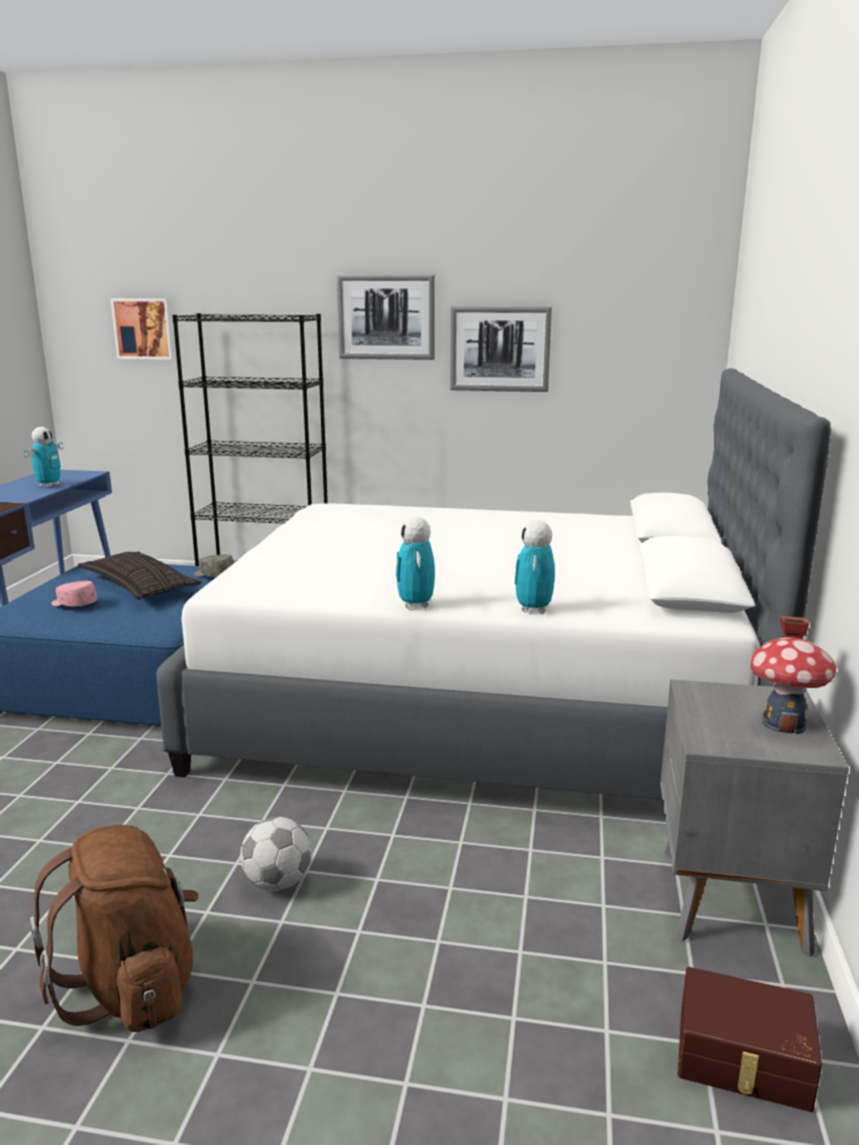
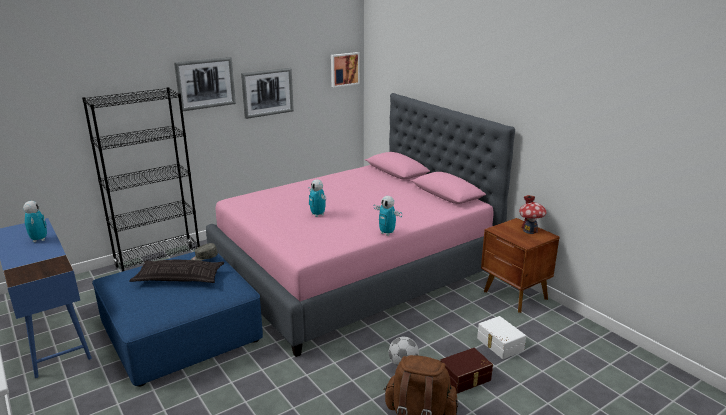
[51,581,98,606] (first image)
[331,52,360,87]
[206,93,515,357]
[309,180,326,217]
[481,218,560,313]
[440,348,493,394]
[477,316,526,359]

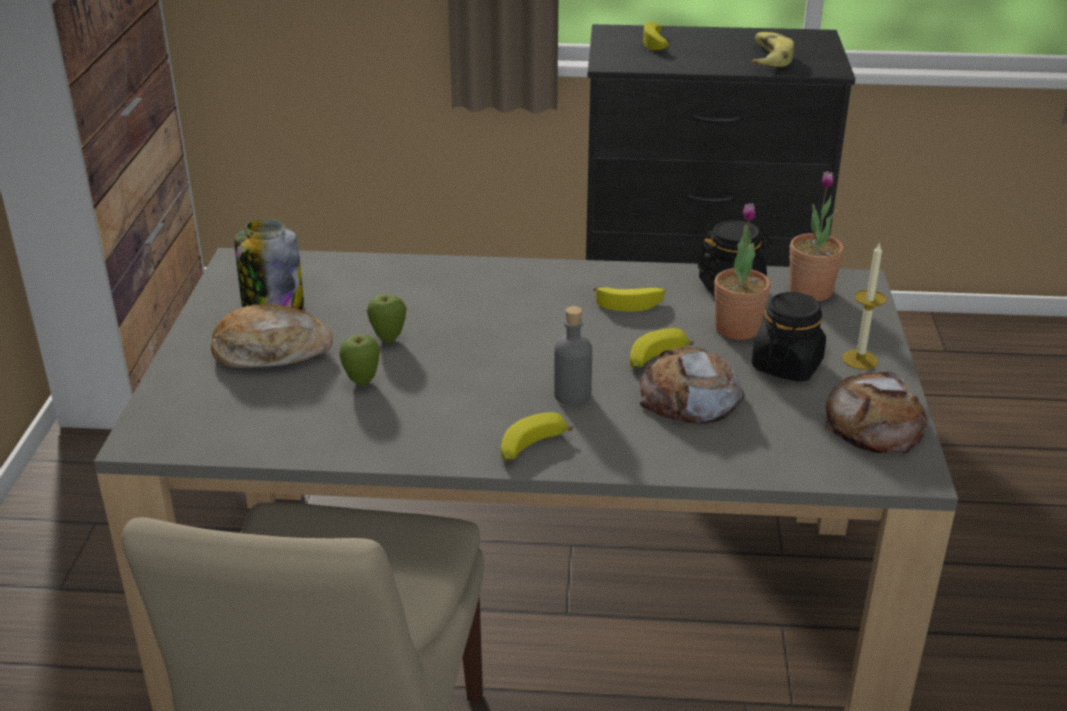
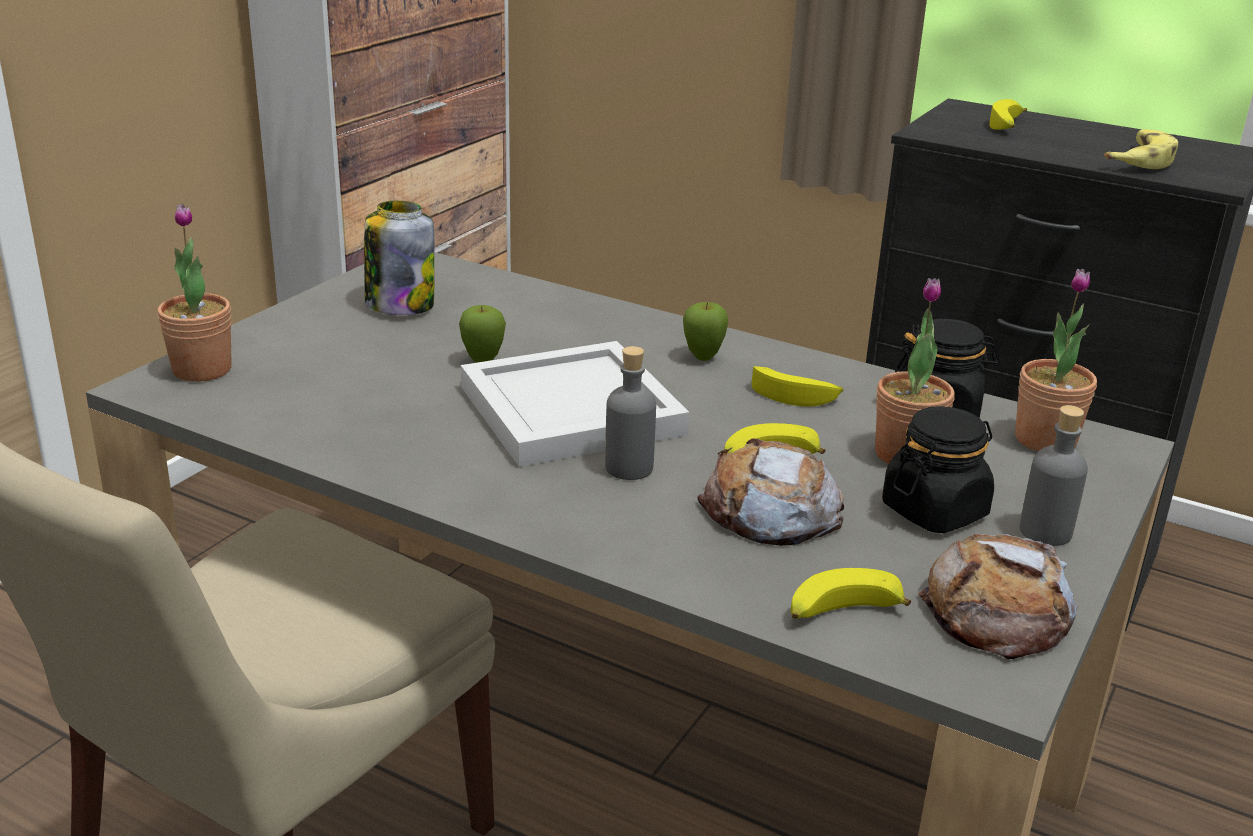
[211,304,333,368] (first image)
[683,302,728,361]
[791,568,911,619]
[1020,405,1088,546]
[157,204,232,382]
[461,341,689,467]

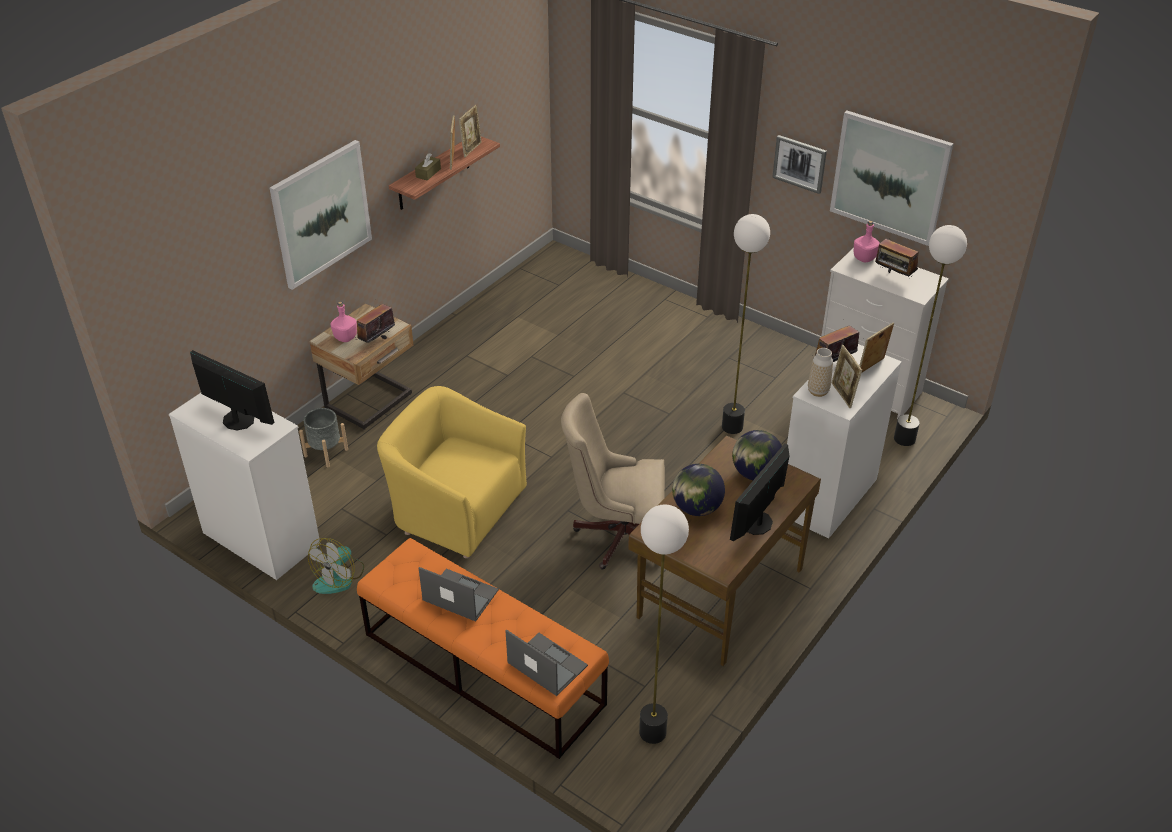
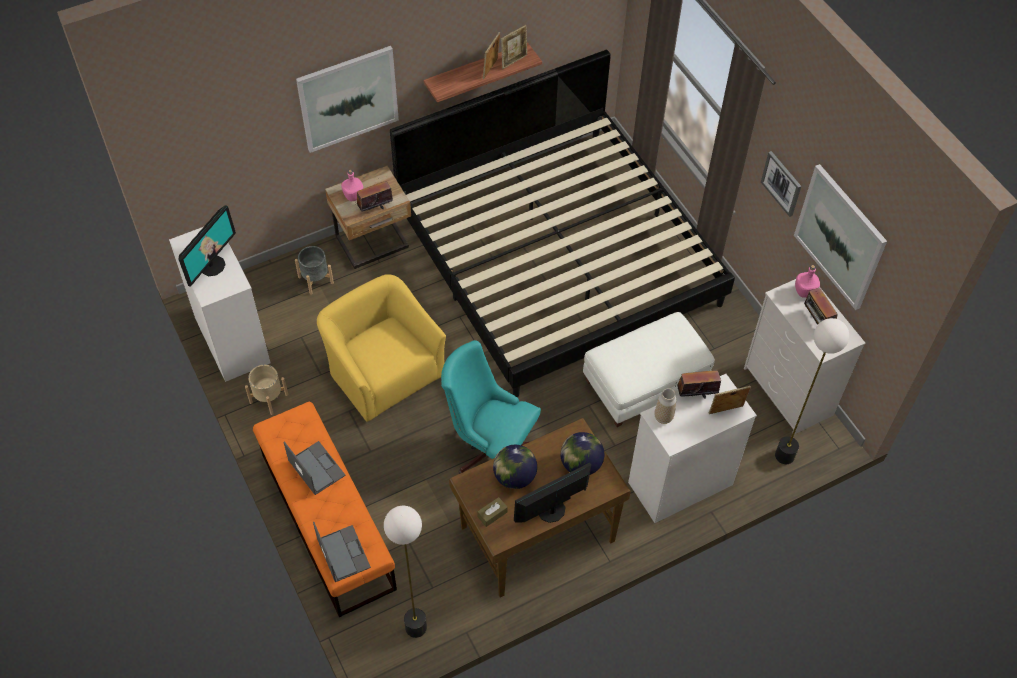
[178,205,236,287]
[245,365,288,415]
[478,497,508,527]
[441,340,541,474]
[583,312,715,427]
[831,345,862,408] (first image)
[390,50,735,397]

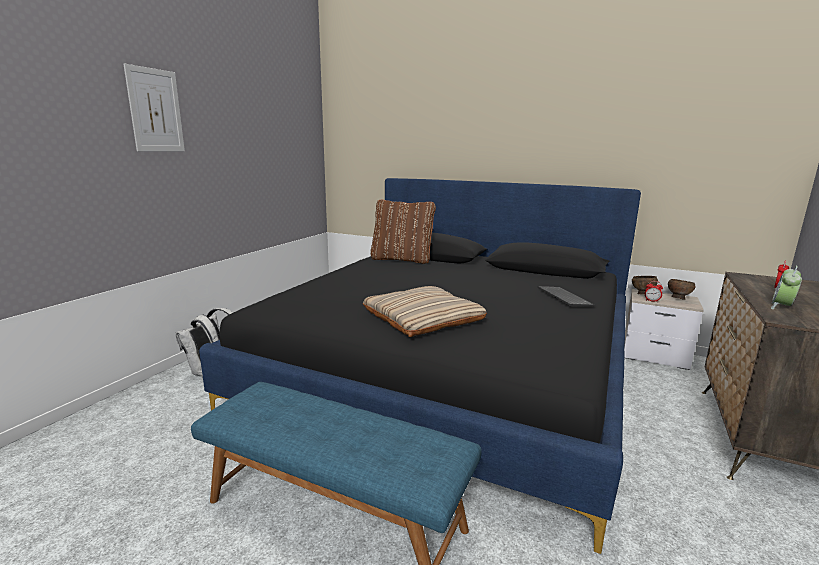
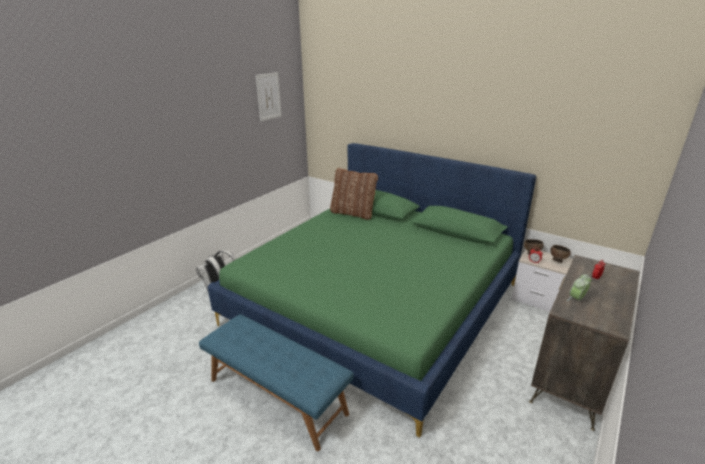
[256,72,282,121]
[208,143,536,438]
[363,286,487,337] (first image)
[537,286,594,307] (first image)

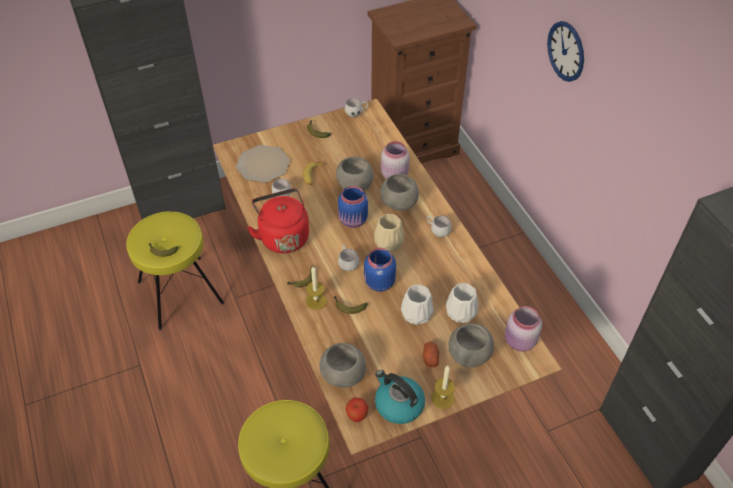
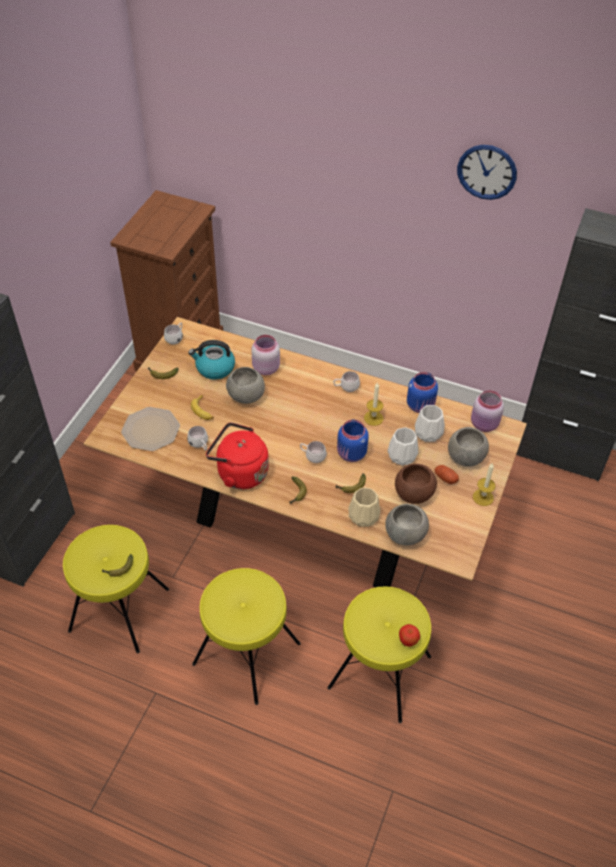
[364,382,384,426]
[407,372,438,413]
[399,624,420,647]
[349,488,380,527]
[188,340,235,380]
[380,174,419,211] (first image)
[457,145,517,200]
[192,568,301,705]
[395,464,437,504]

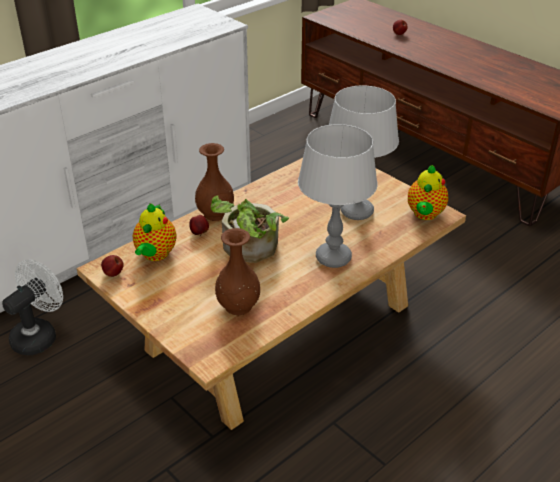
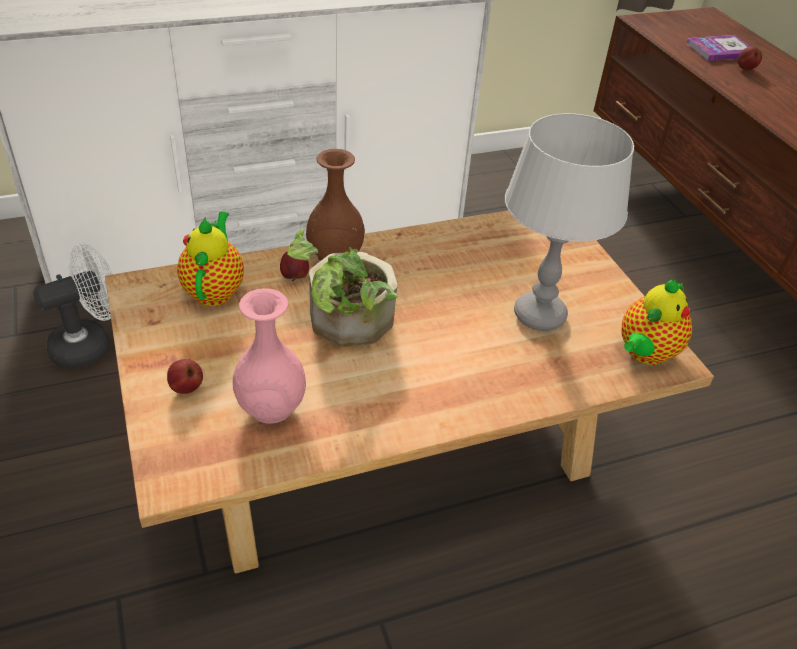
[167,359,203,394]
[177,212,244,306]
[233,288,306,424]
[298,124,378,268] (first image)
[686,35,750,61]

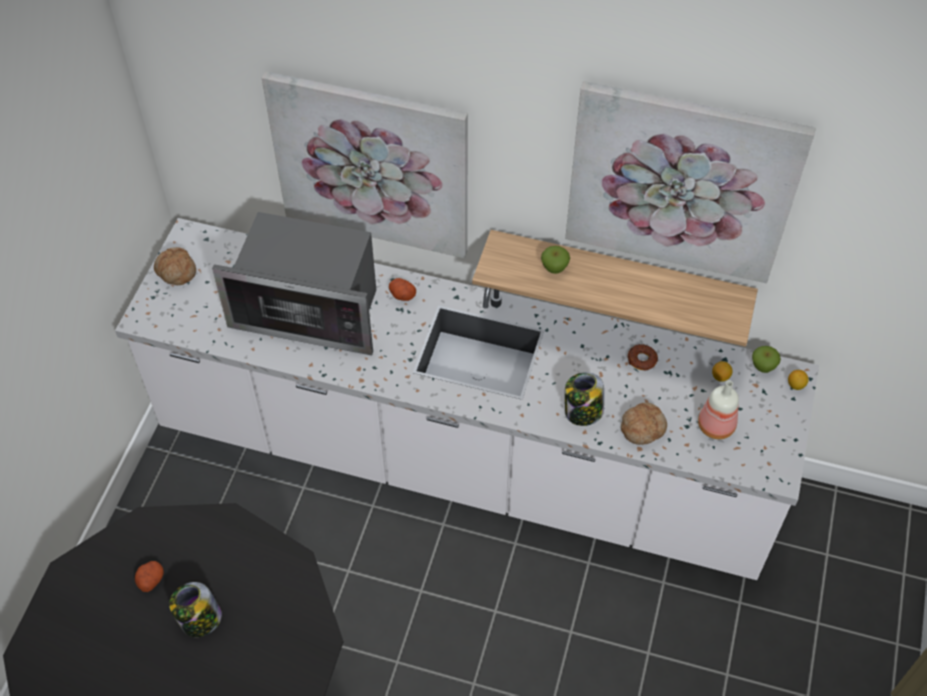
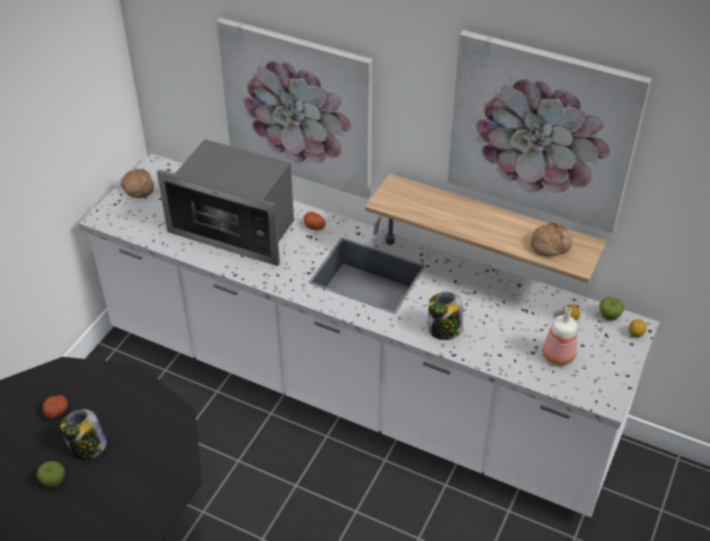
[37,461,65,488]
[531,222,572,257]
[628,344,658,370] (first image)

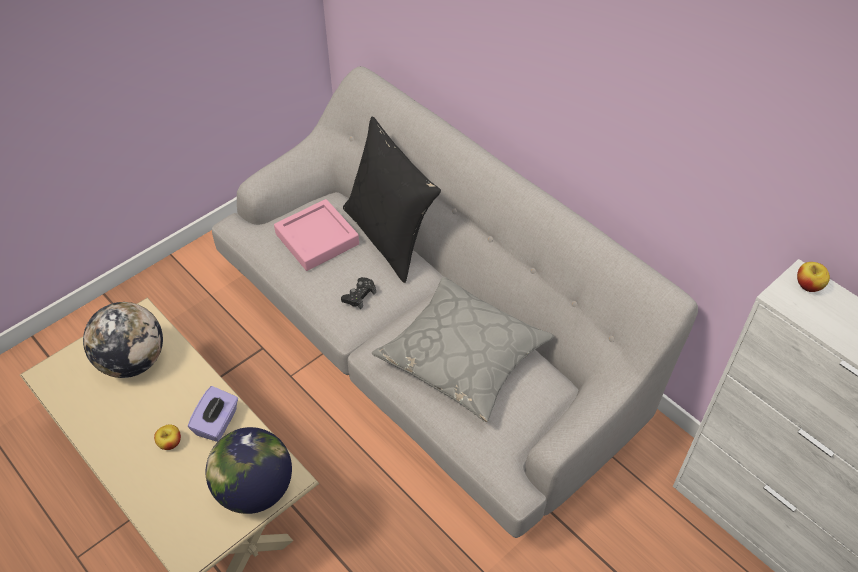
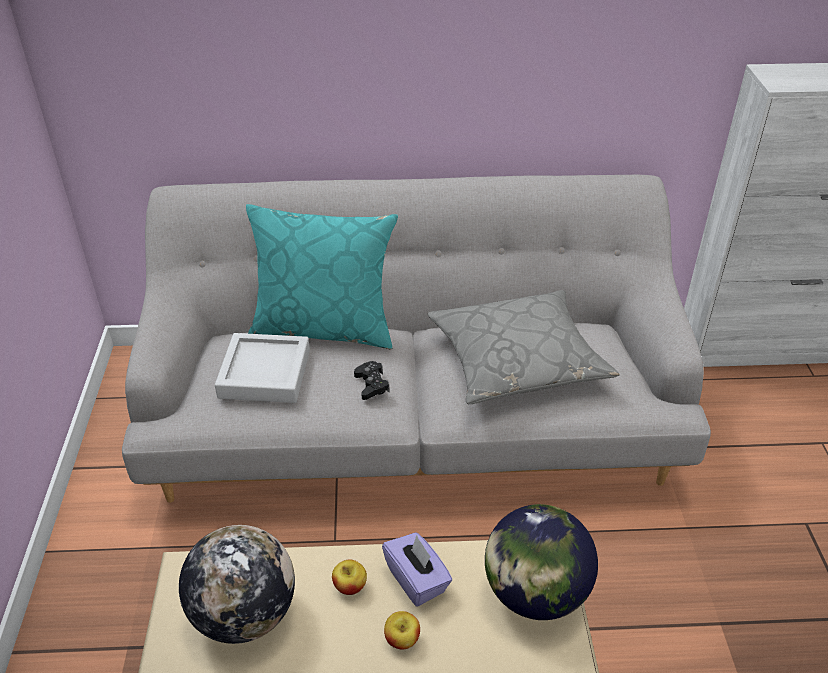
[215,333,310,403]
[246,204,398,349]
[332,560,367,595]

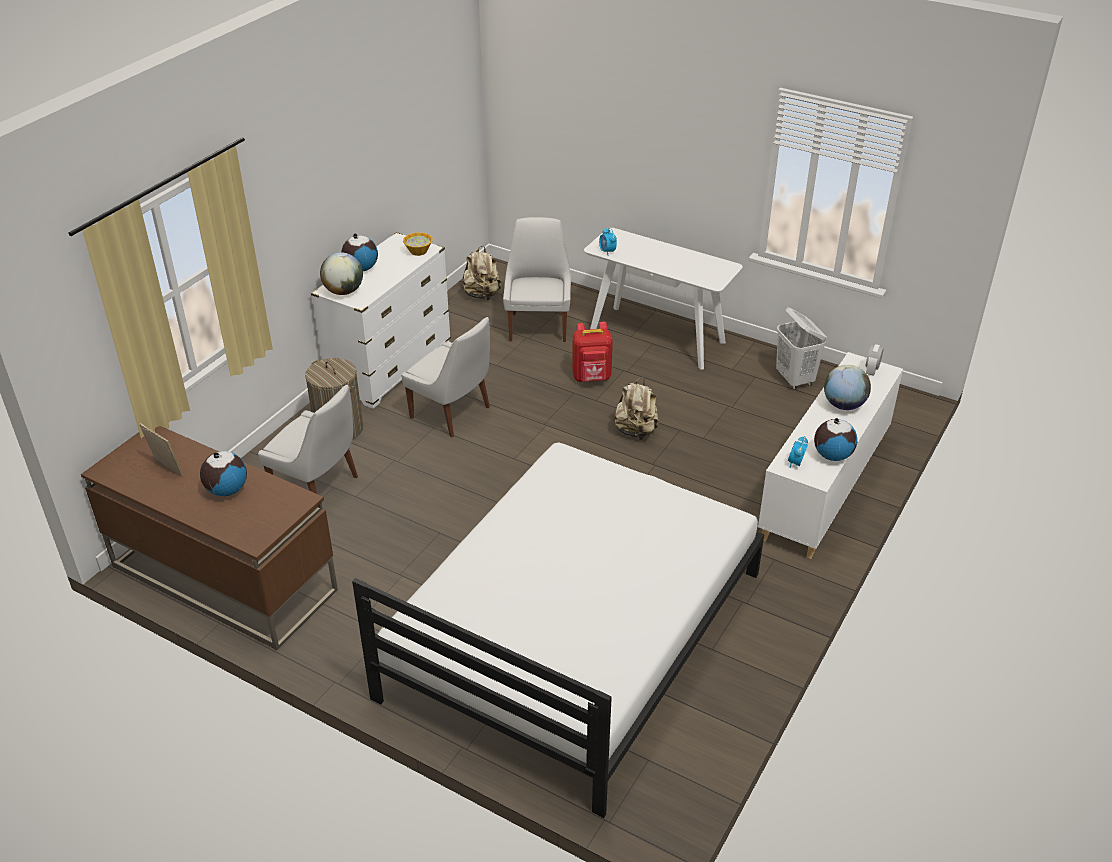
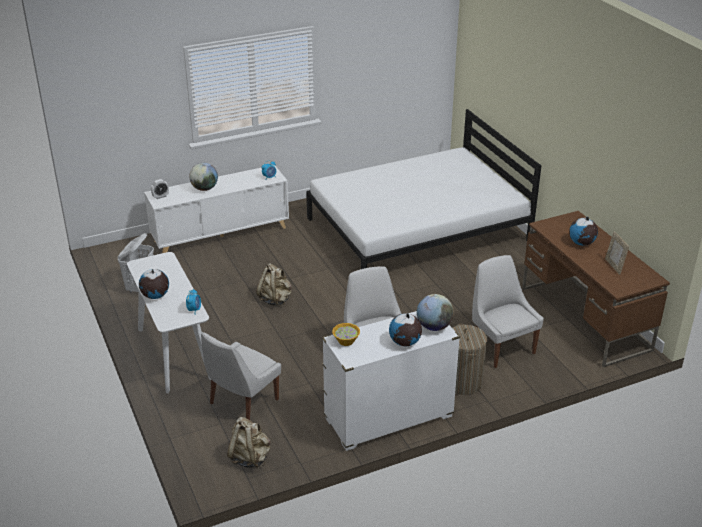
[572,322,613,382] (first image)
[139,269,169,299]

